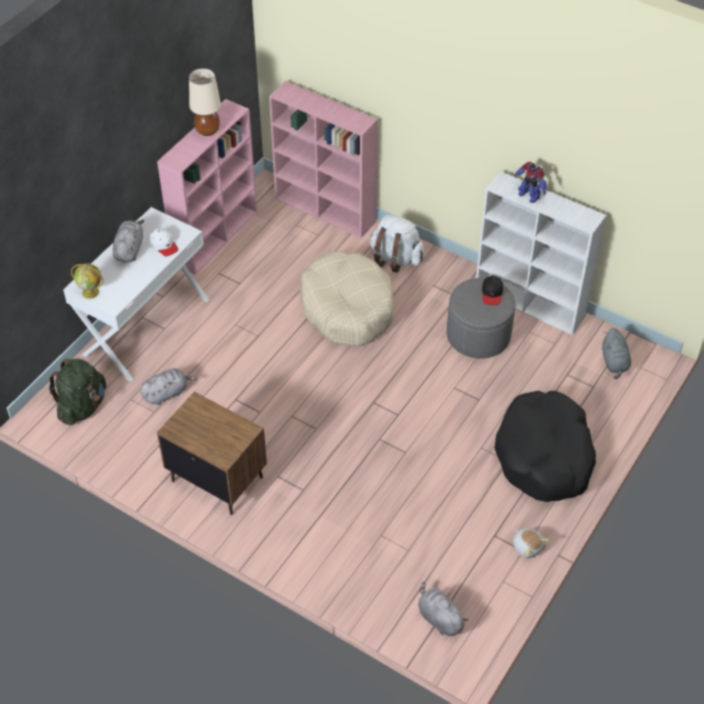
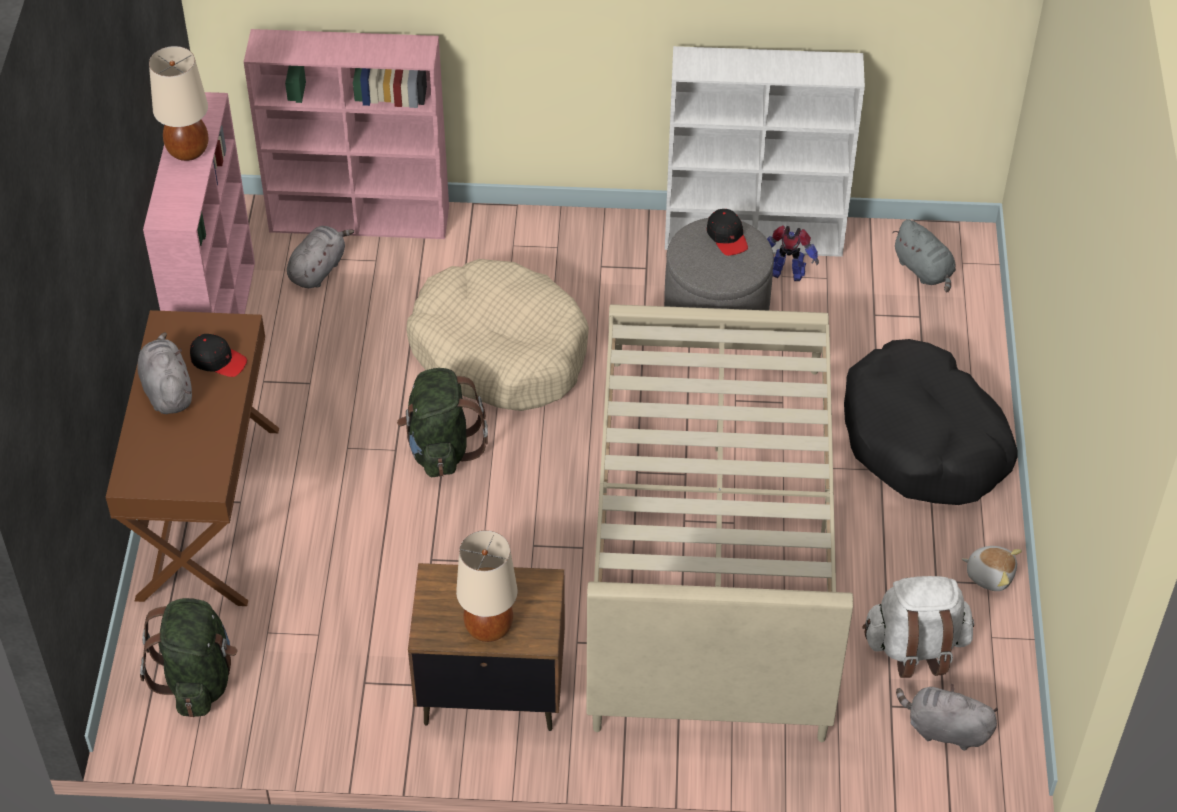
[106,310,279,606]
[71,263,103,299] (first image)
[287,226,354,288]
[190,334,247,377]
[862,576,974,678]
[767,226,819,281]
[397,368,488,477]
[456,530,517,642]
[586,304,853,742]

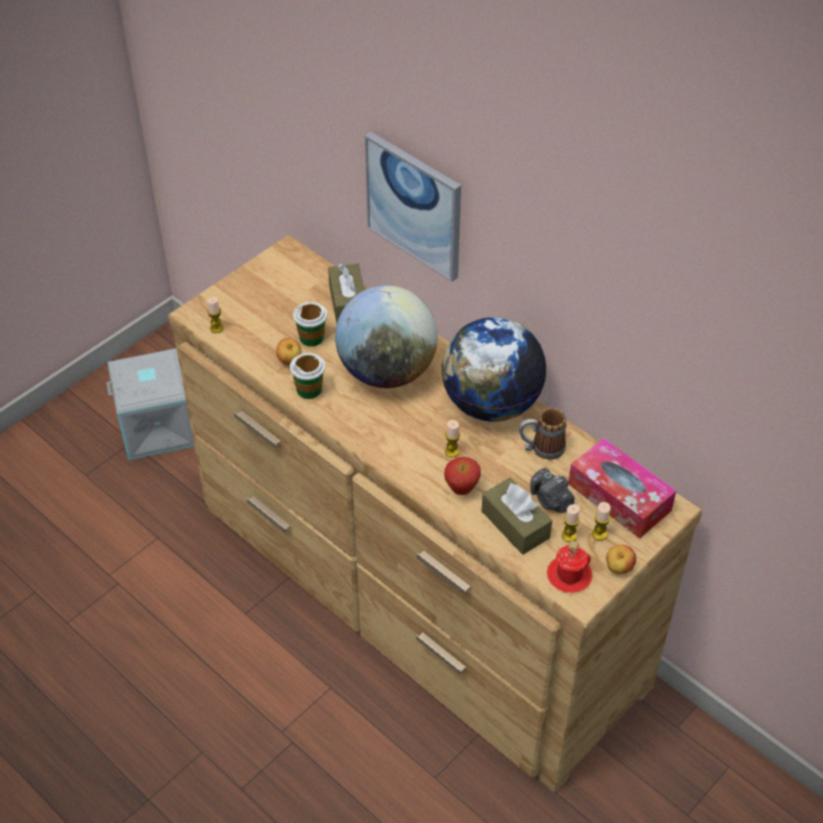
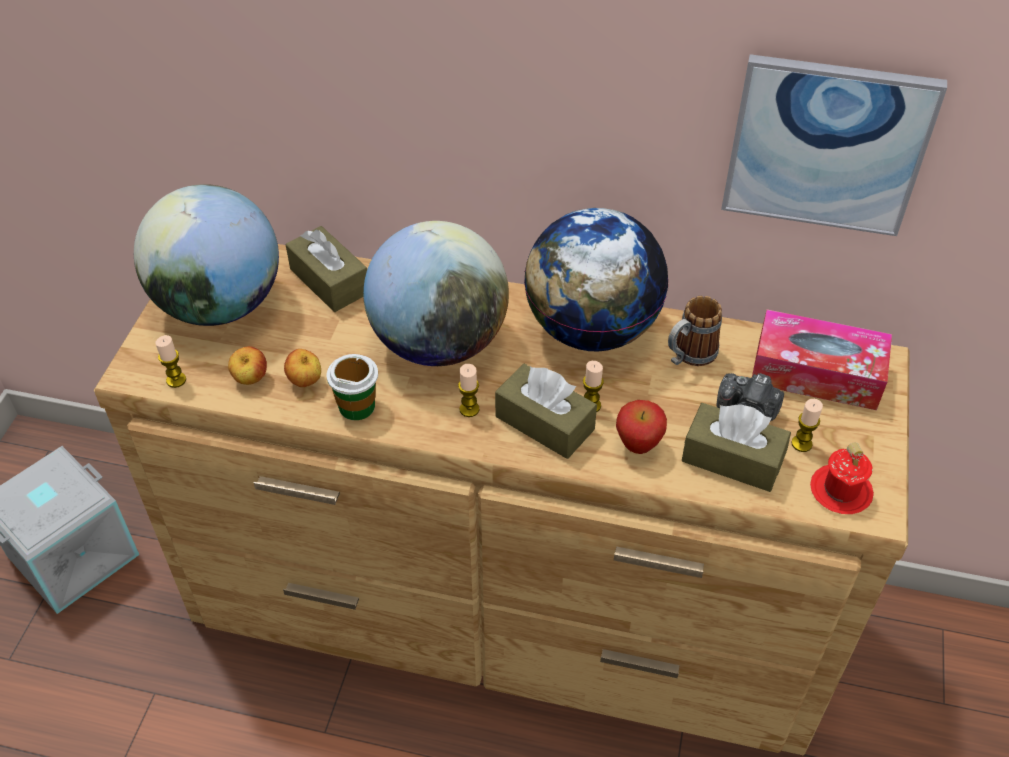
[293,302,327,347] (first image)
[721,54,947,236]
[458,364,480,417]
[228,346,267,385]
[134,184,279,326]
[495,364,597,459]

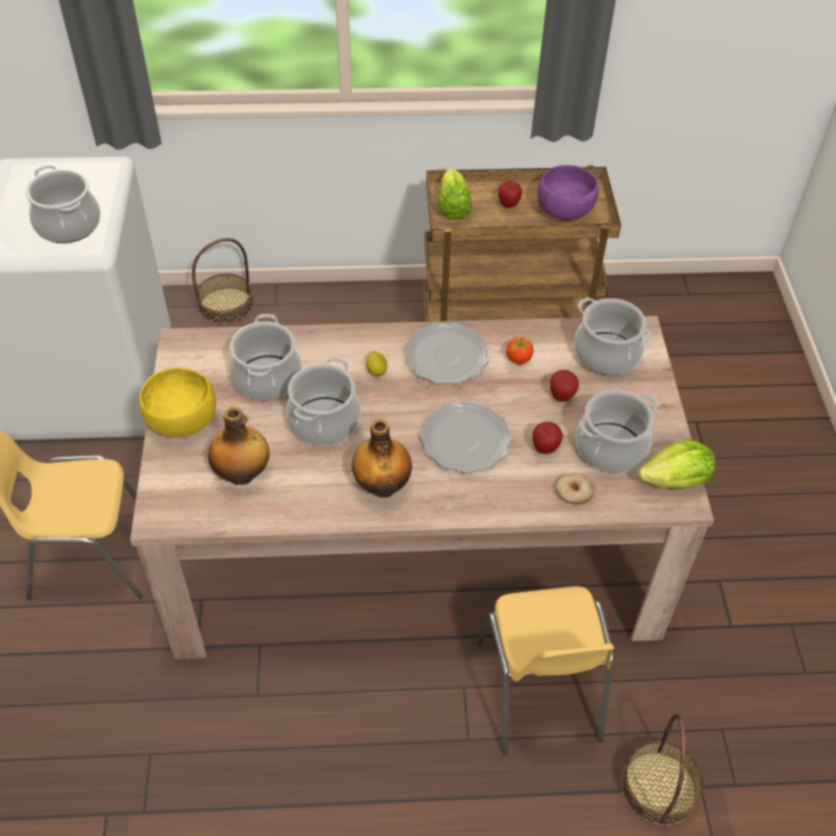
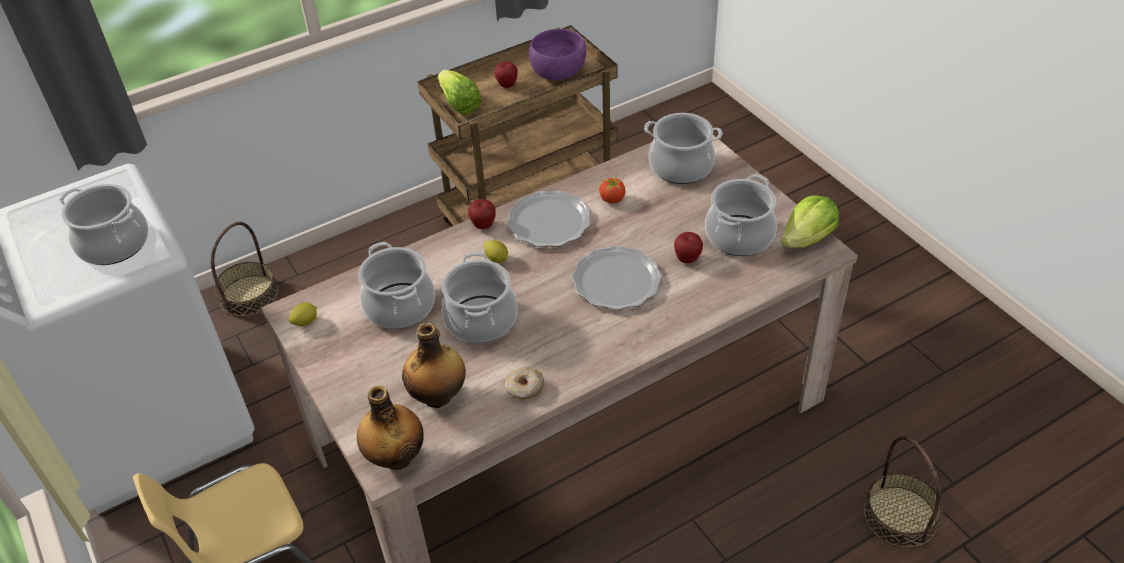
[139,367,216,438] (first image)
[357,386,424,470]
[477,586,614,755] (first image)
[468,199,496,229]
[505,367,544,400]
[289,302,317,326]

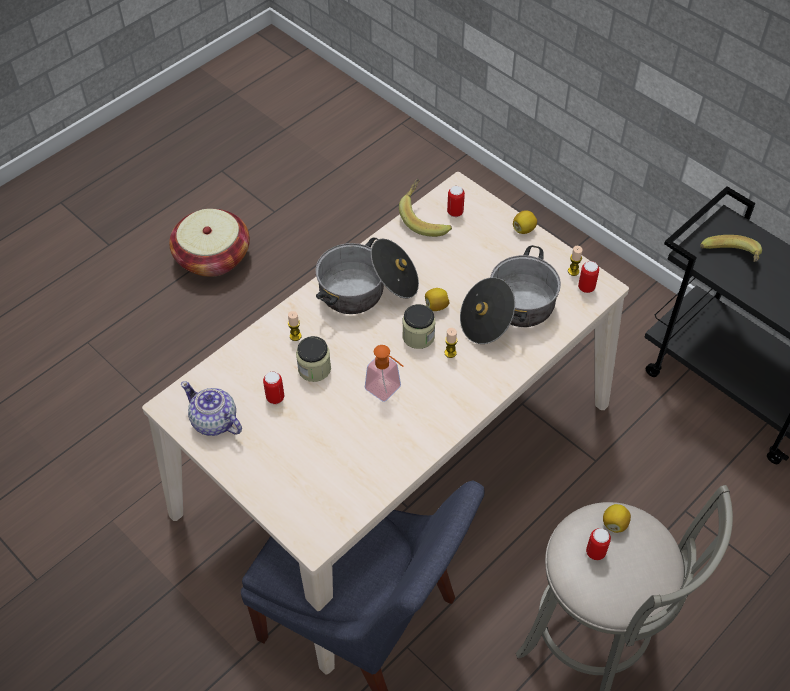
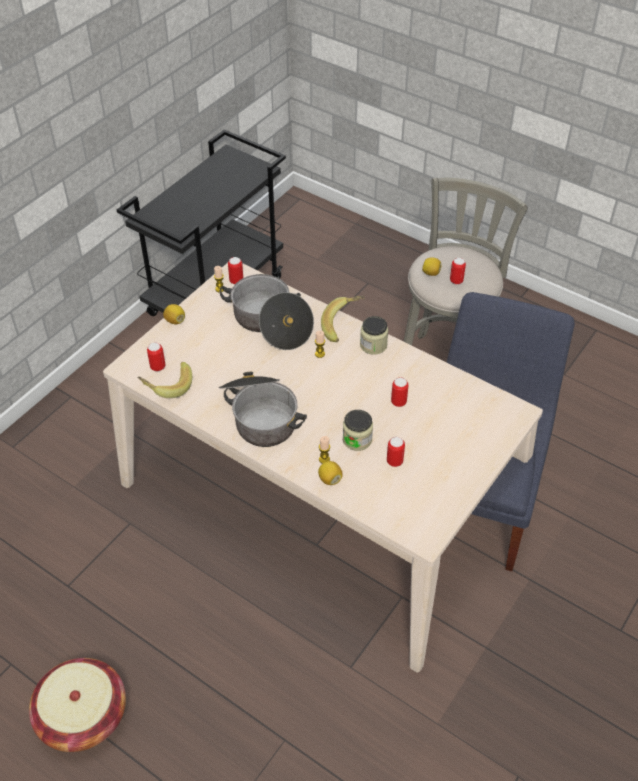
[181,381,242,436] (first image)
[364,345,404,402] (first image)
[360,316,388,355]
[318,461,343,485]
[321,296,365,342]
[391,378,408,407]

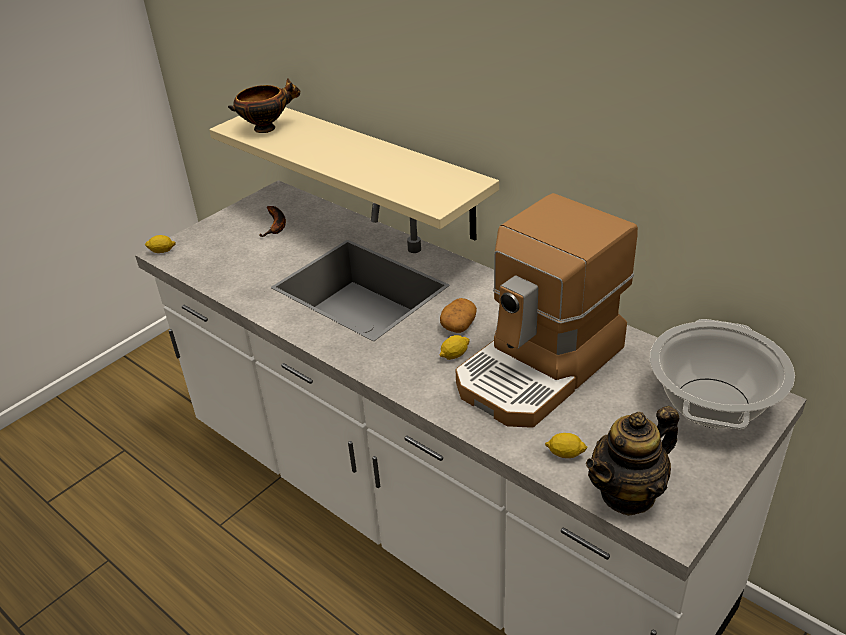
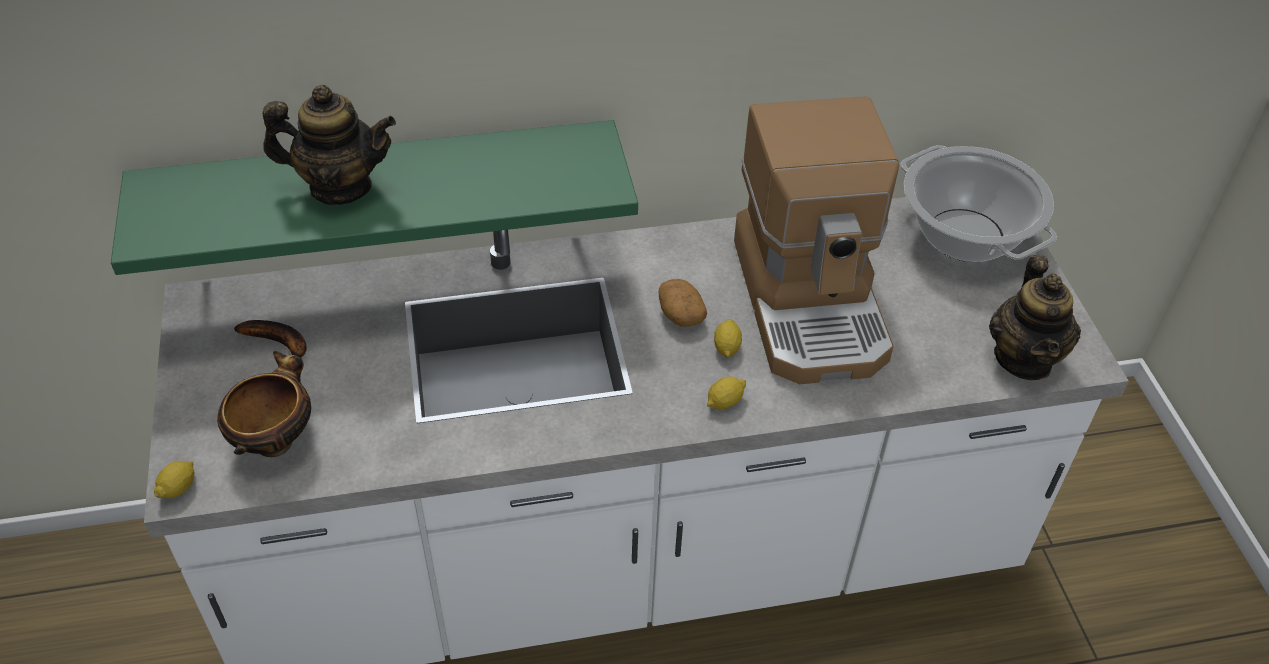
[111,120,638,275]
[217,351,311,457]
[707,377,746,410]
[262,85,396,205]

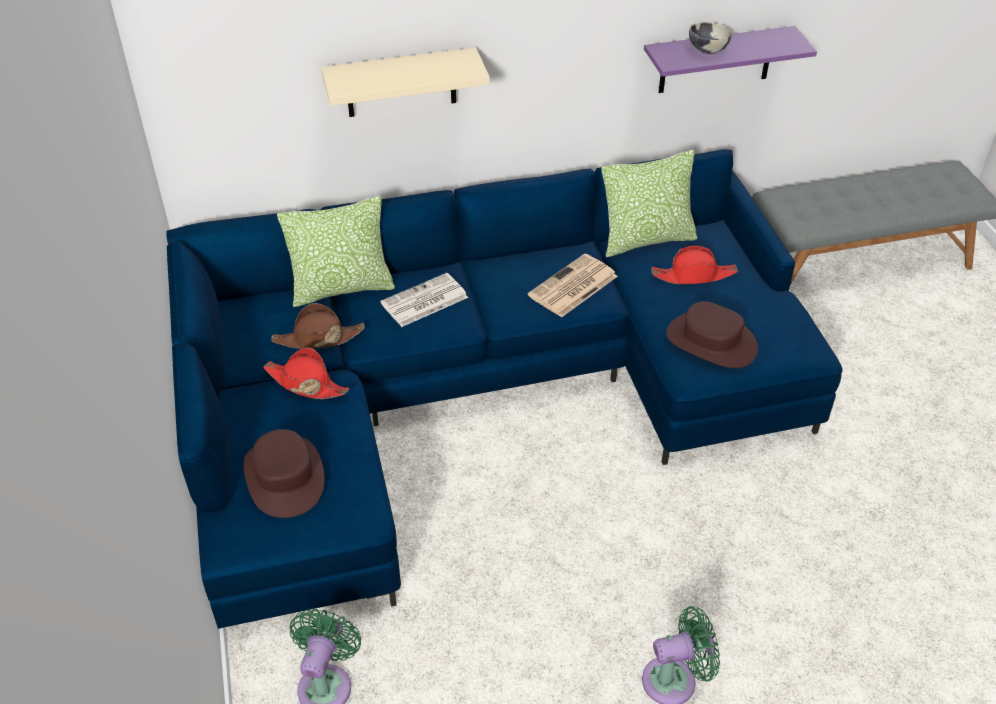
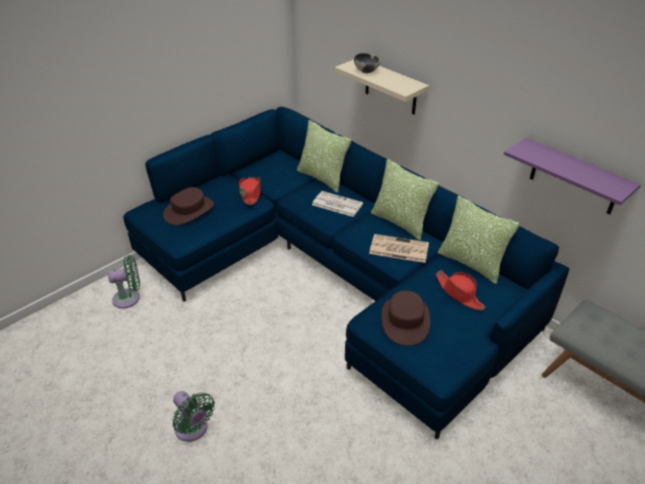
[271,303,365,349] (first image)
[354,53,381,73]
[371,159,439,240]

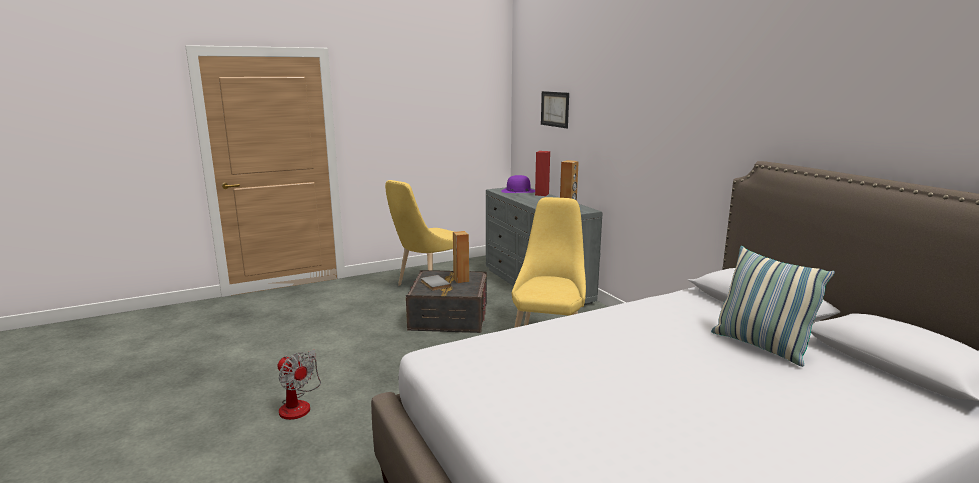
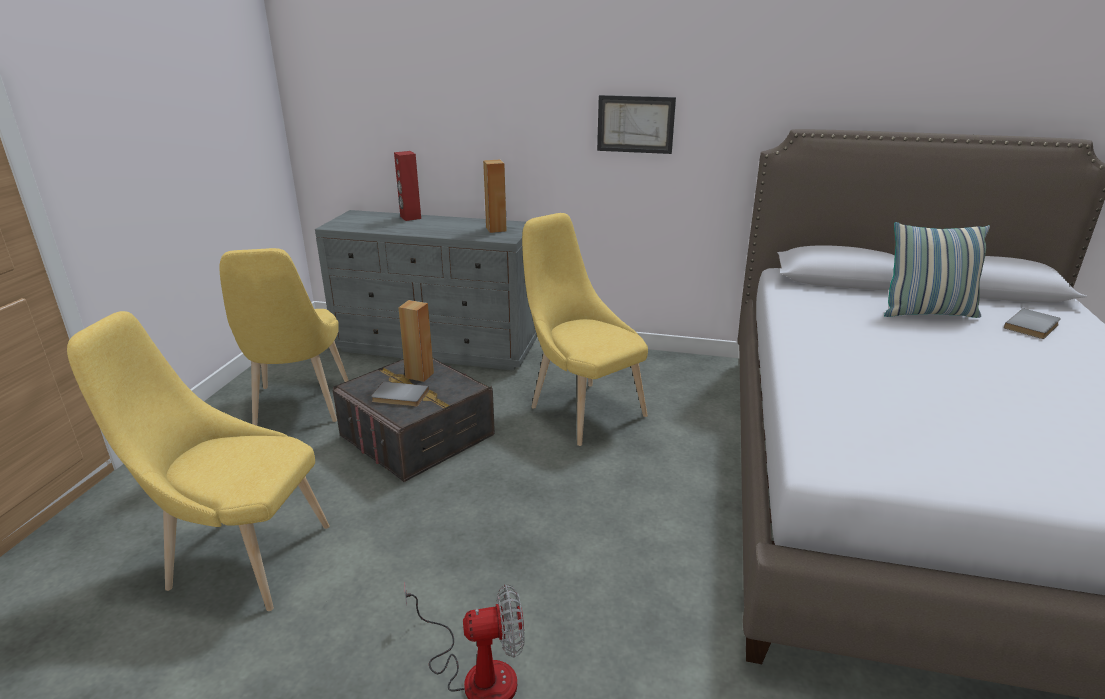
[501,175,535,193] (first image)
[597,95,676,154]
[67,311,330,611]
[1004,308,1061,339]

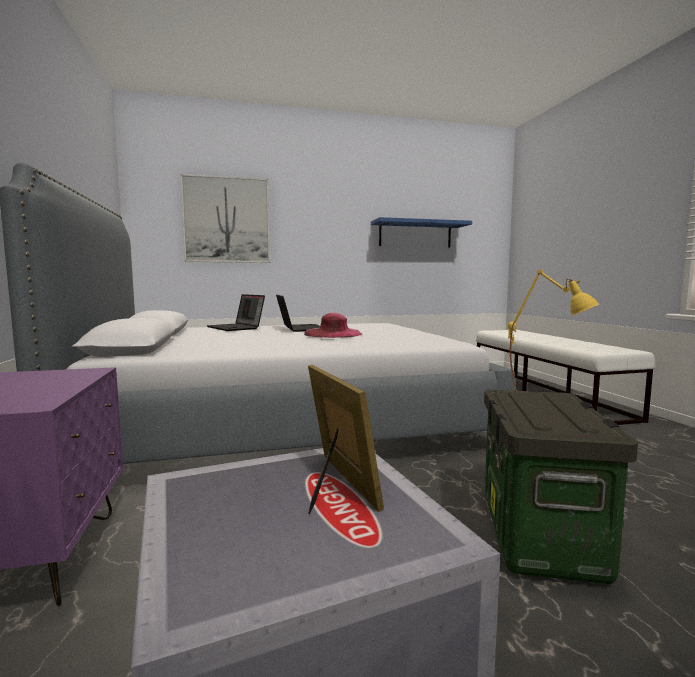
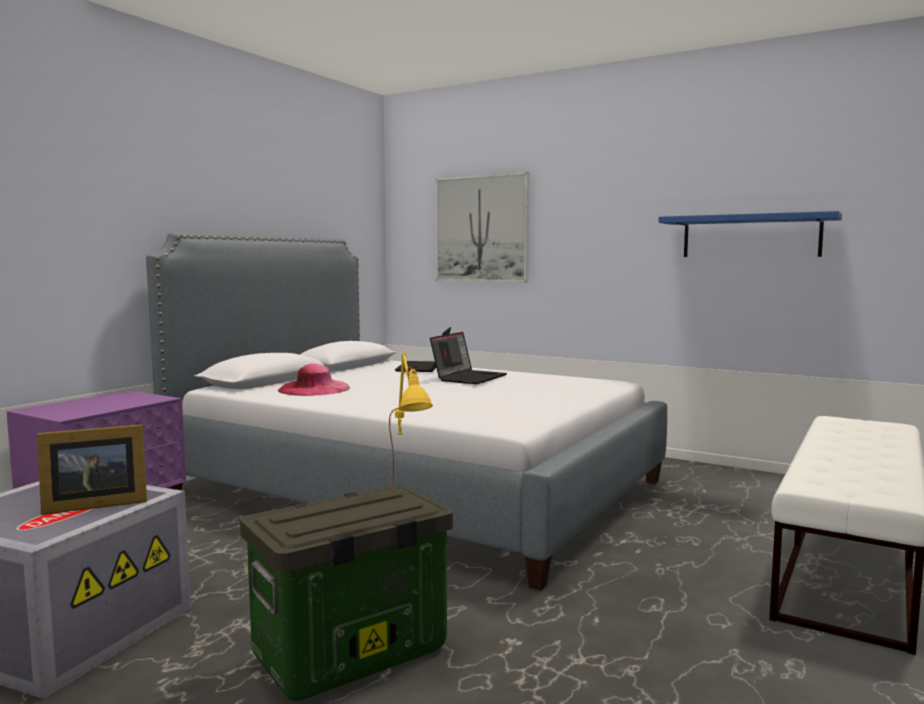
[278,364,350,396]
[37,424,147,515]

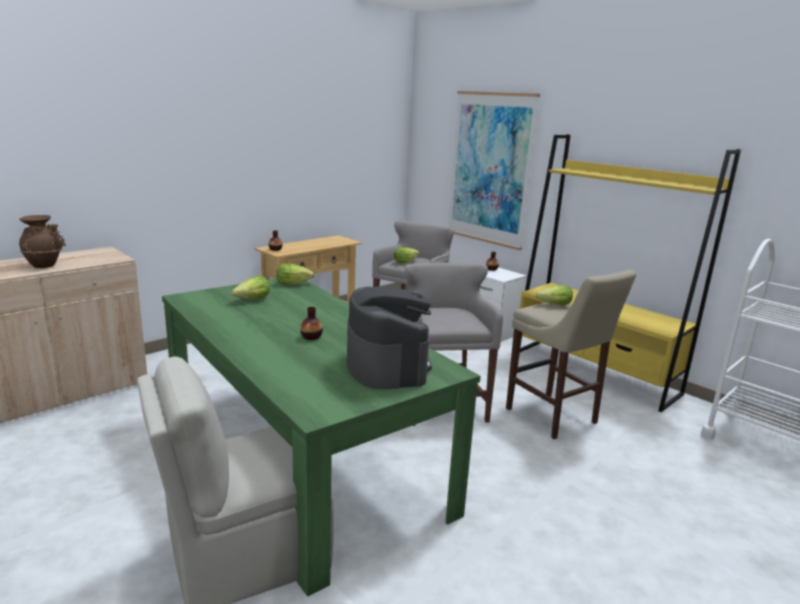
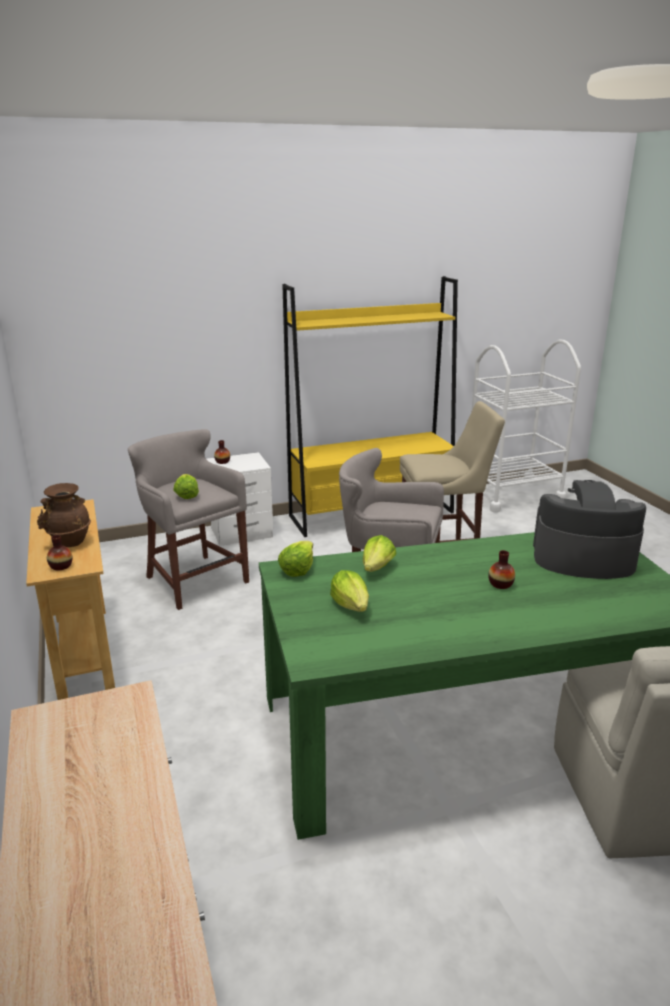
[37,483,91,547]
[448,91,540,250] (first image)
[363,535,397,572]

